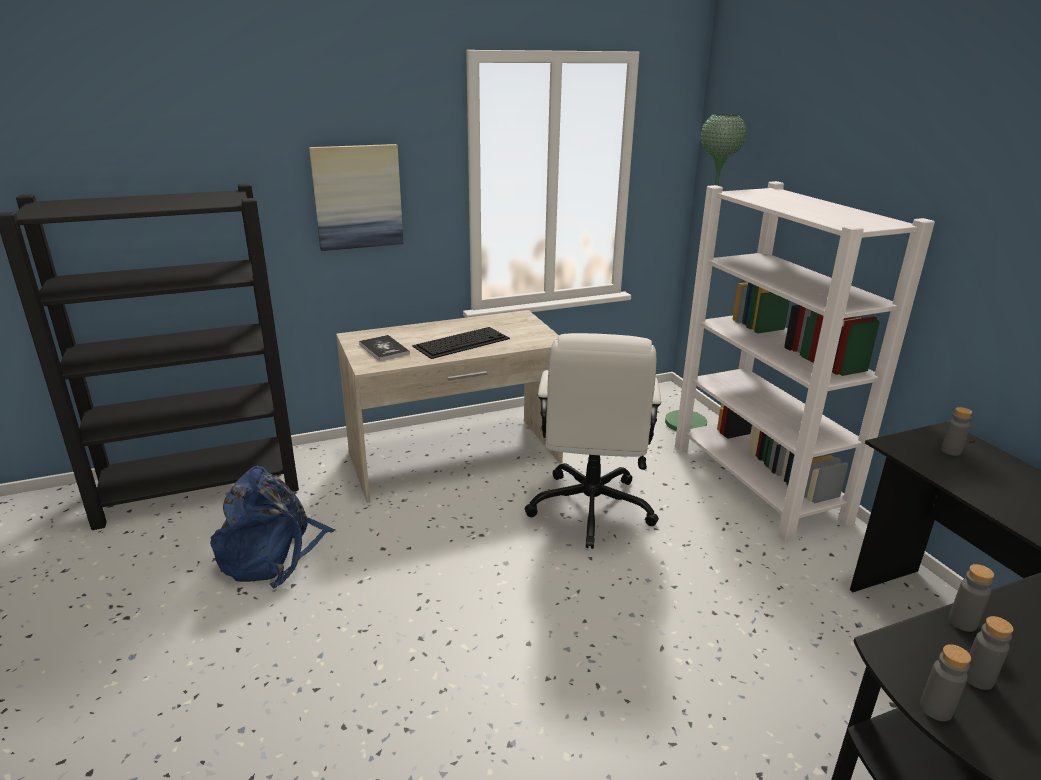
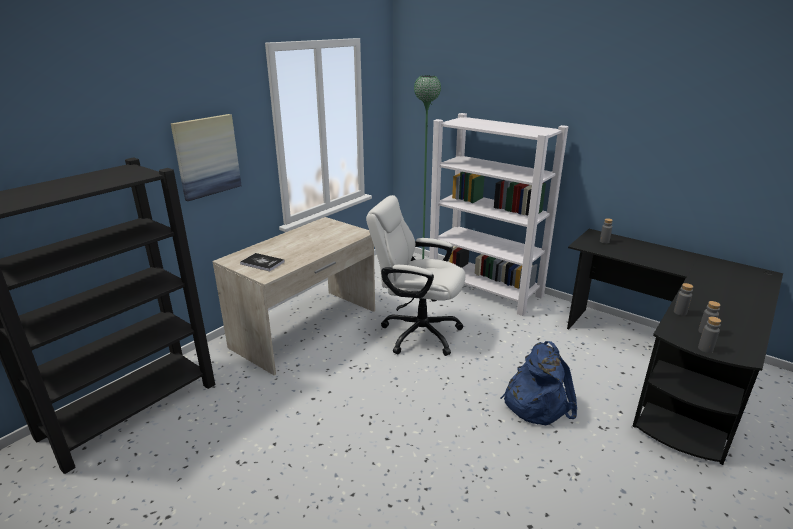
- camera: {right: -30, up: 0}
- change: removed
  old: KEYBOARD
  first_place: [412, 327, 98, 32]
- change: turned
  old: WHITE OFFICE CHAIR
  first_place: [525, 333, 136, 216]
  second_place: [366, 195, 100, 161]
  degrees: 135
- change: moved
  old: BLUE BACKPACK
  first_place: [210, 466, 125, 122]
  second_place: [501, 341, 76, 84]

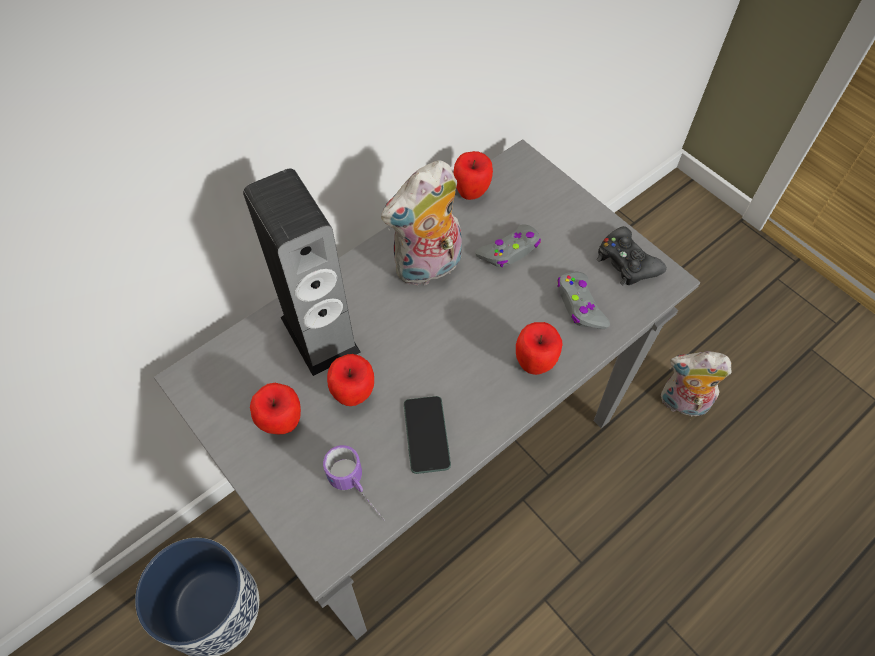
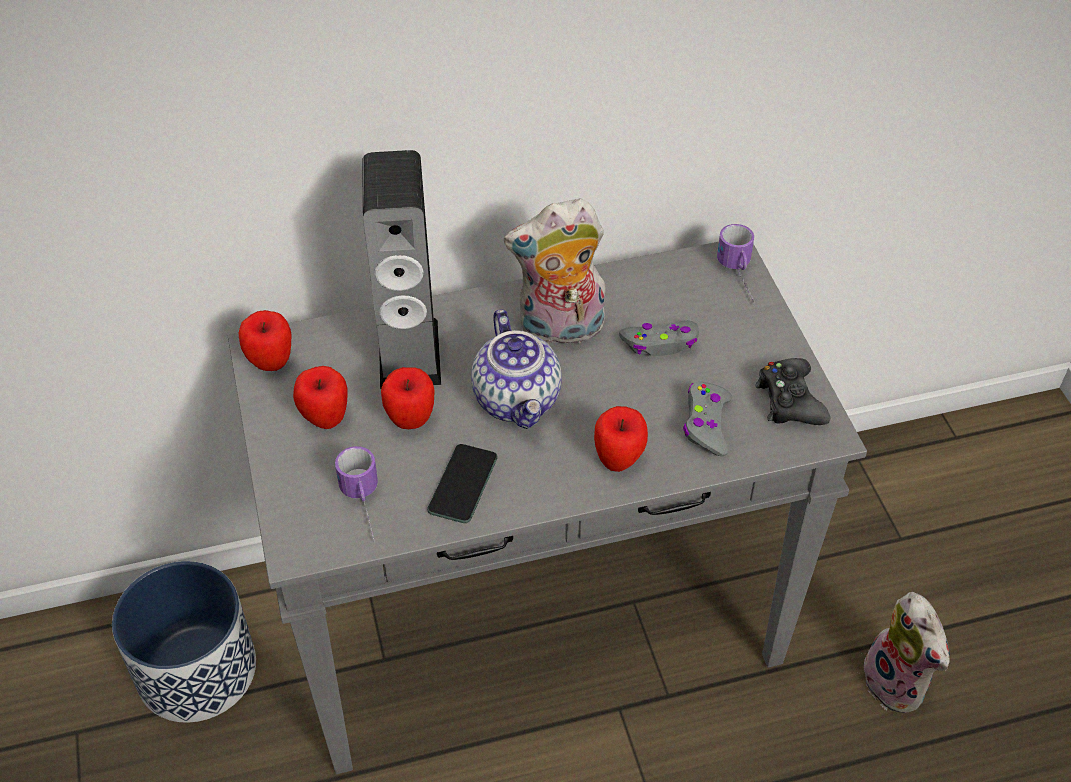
- camera: {right: 25, up: -10}
- change: moved
  old: APPLE
  first_place: [453, 151, 40, 49]
  second_place: [239, 310, 52, 61]
- change: turned
  old: PLUSH TOY
  first_place: [661, 351, 71, 66]
  second_place: [858, 592, 92, 121]
  degrees: -150
- change: added
  new: MUG
  second_place: [717, 224, 37, 80]
- change: added
  new: TEAPOT
  second_place: [471, 309, 91, 120]

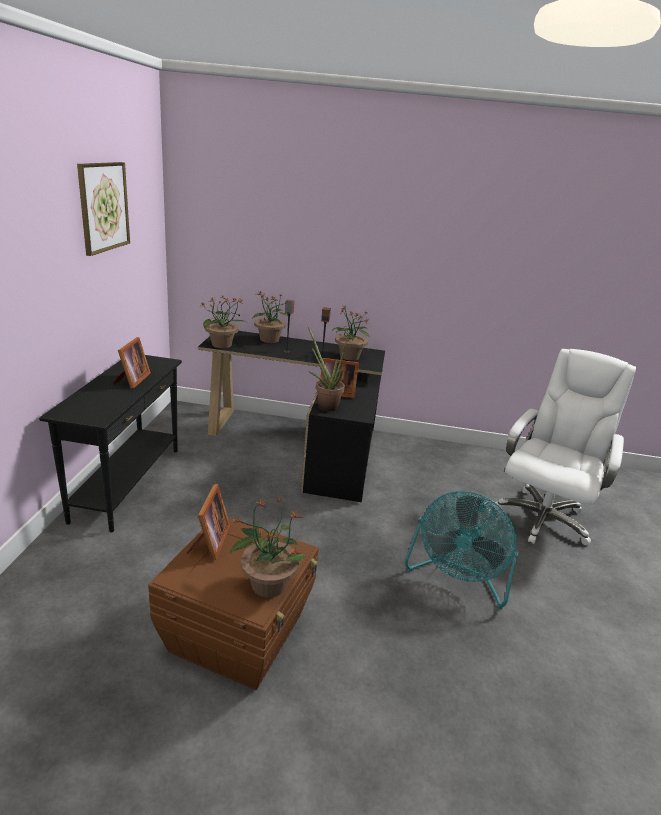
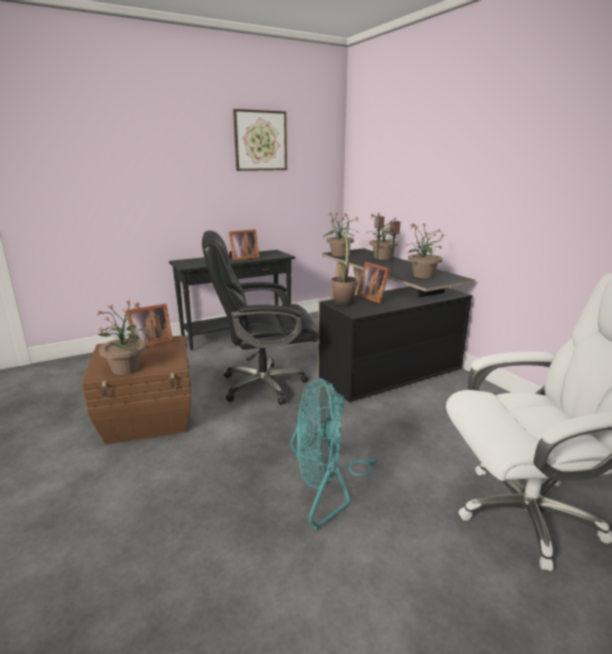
- camera: {right: 55, up: -5}
- change: added
  new: BLACK OFFICE CHAIR
  second_place: [202, 230, 117, 175]

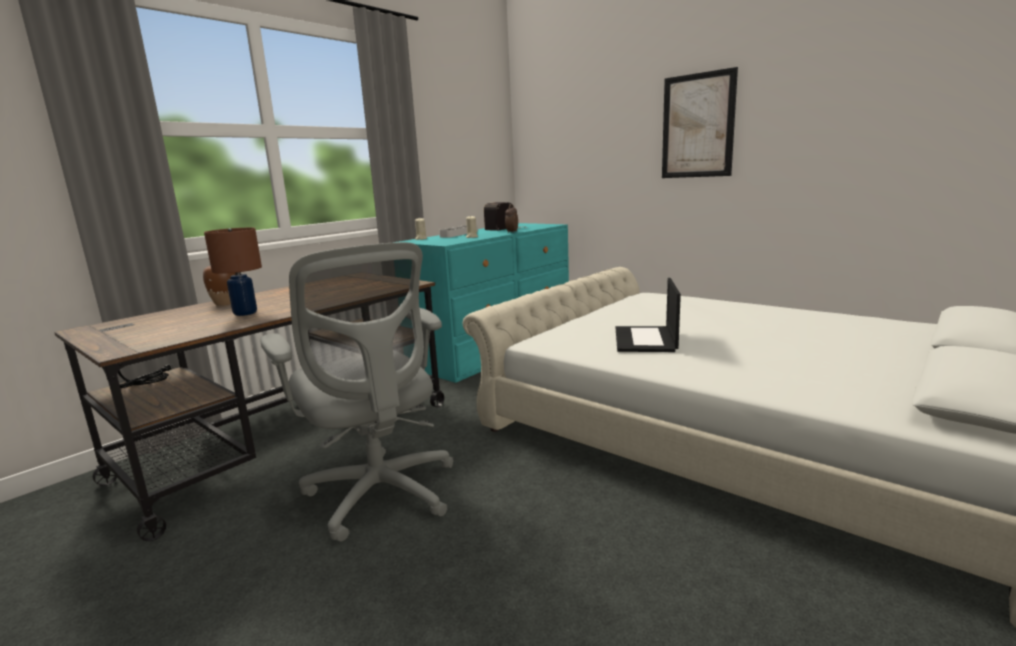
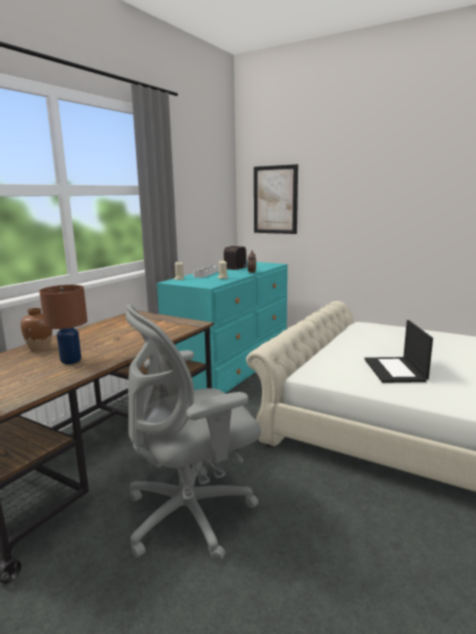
- camera: {right: -10, up: 0}
- change: moved
  old: PICTURE
  first_place: [662, 67, 76, 111]
  second_place: [254, 164, 44, 70]
- change: turned
  old: GREY OFFICE CHAIR
  first_place: [260, 242, 194, 300]
  second_place: [126, 304, 135, 258]
  degrees: 105

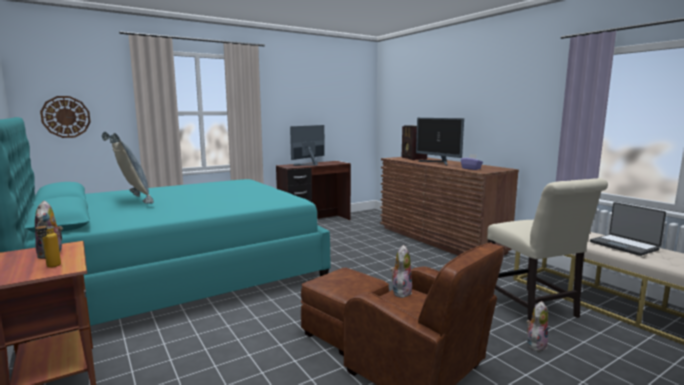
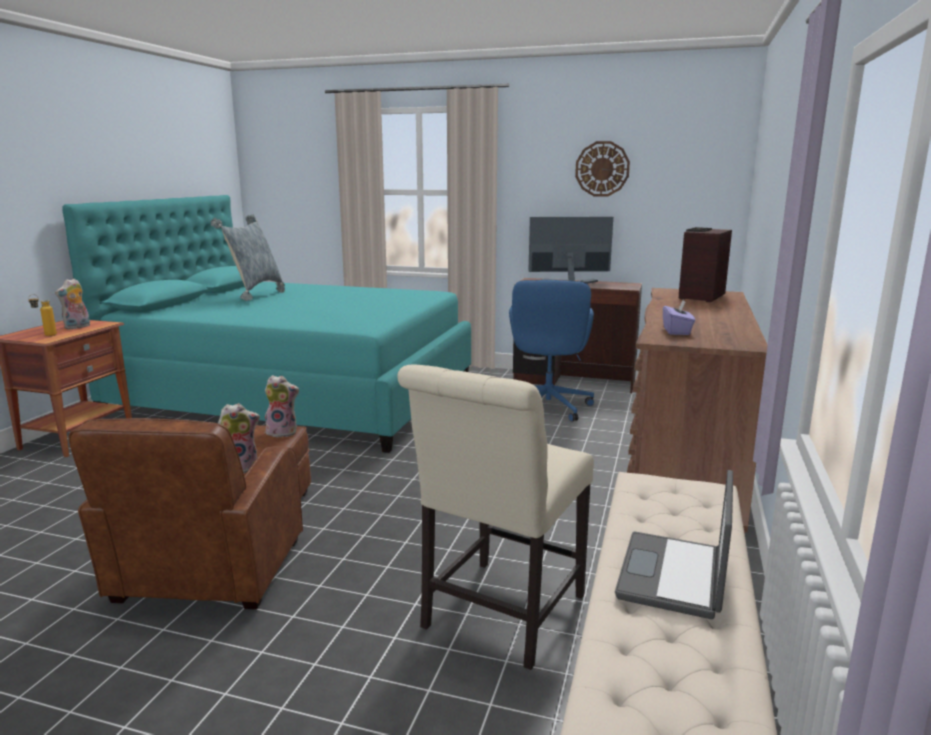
- camera: {right: 50, up: 5}
- change: moved
  old: WALL CLOCK
  first_place: [40, 96, 51, 42]
  second_place: [575, 141, 55, 56]
- change: removed
  old: MONITOR
  first_place: [416, 118, 48, 47]
- change: moved
  old: PLUSH TOY
  first_place: [526, 301, 22, 50]
  second_place: [264, 375, 35, 62]
- change: added
  new: BLUE OFFICE CHAIR
  second_place: [509, 280, 85, 142]

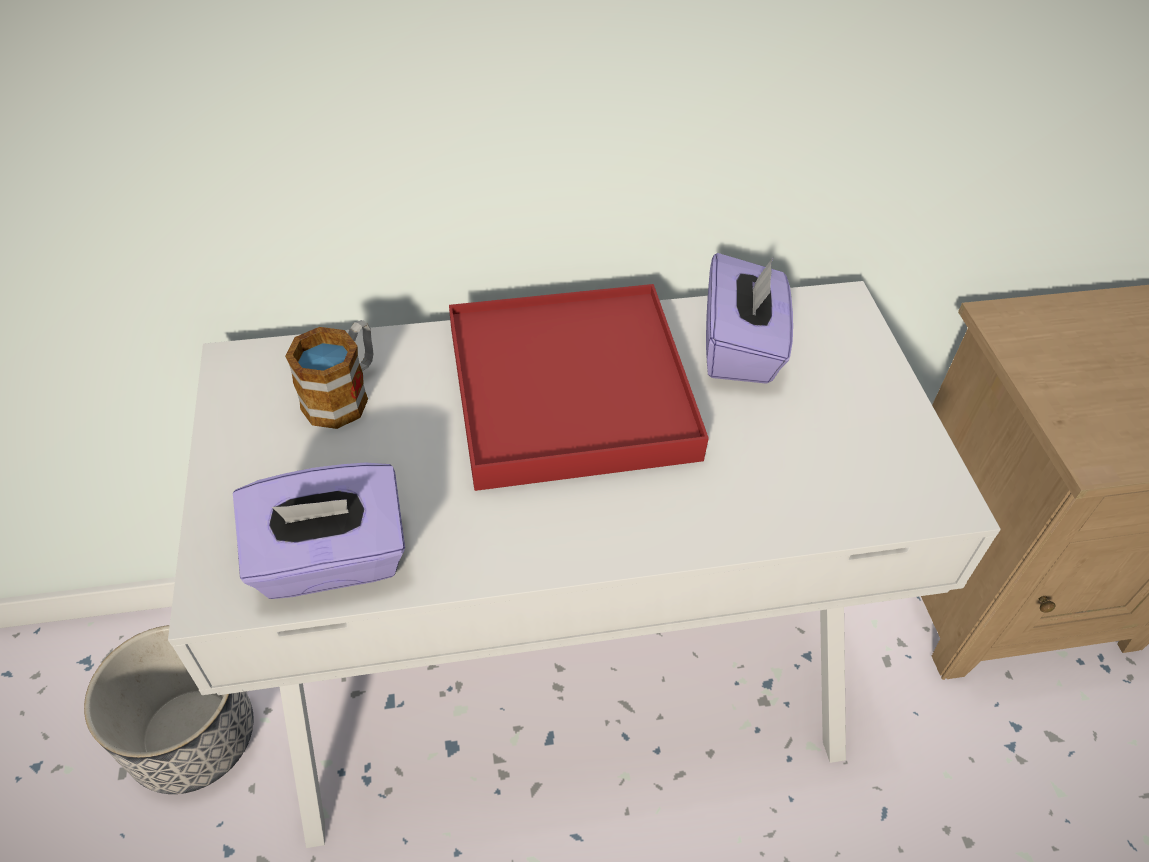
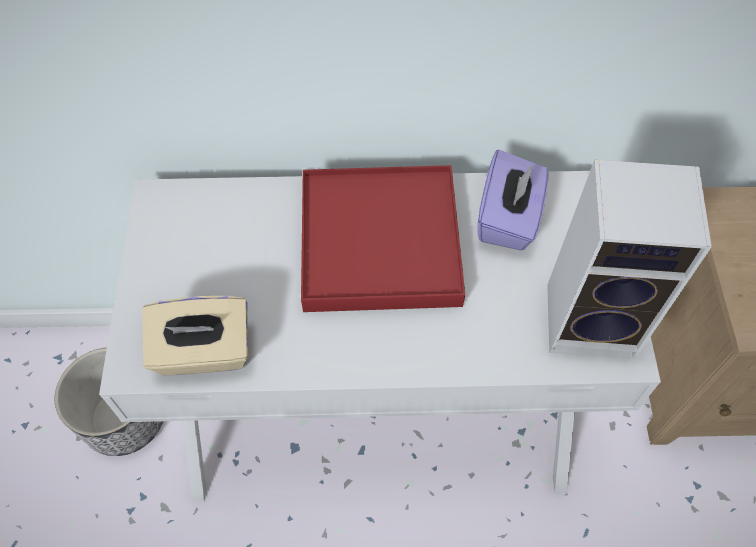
- camera: {right: 10, up: 10}
- change: removed
  old: MUG
  first_place: [285, 320, 88, 109]
- change: recoloured
  old: PURPLE TISSUE BOX
  new: BEIGE TISSUE BOX
  first_place: [233, 462, 172, 137]
  second_place: [142, 296, 106, 79]
- change: added
  new: SPEAKER
  second_place: [547, 160, 165, 199]

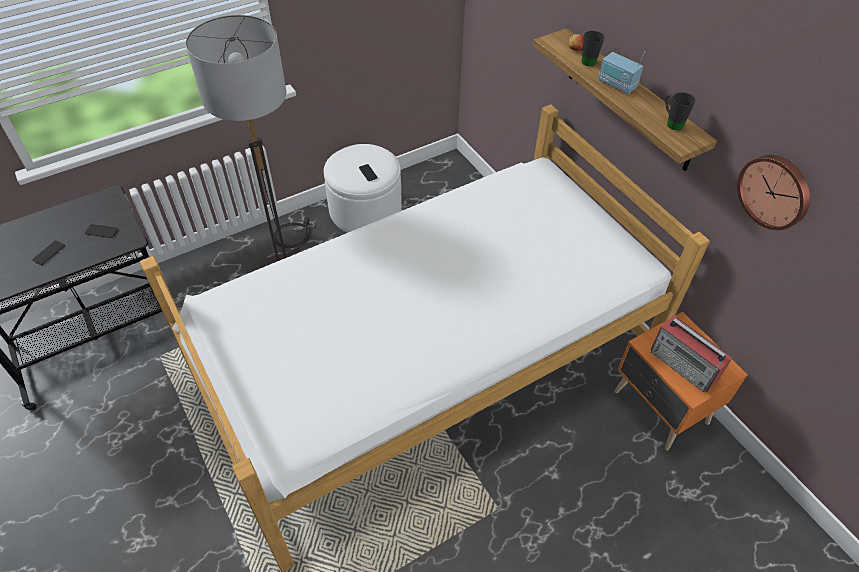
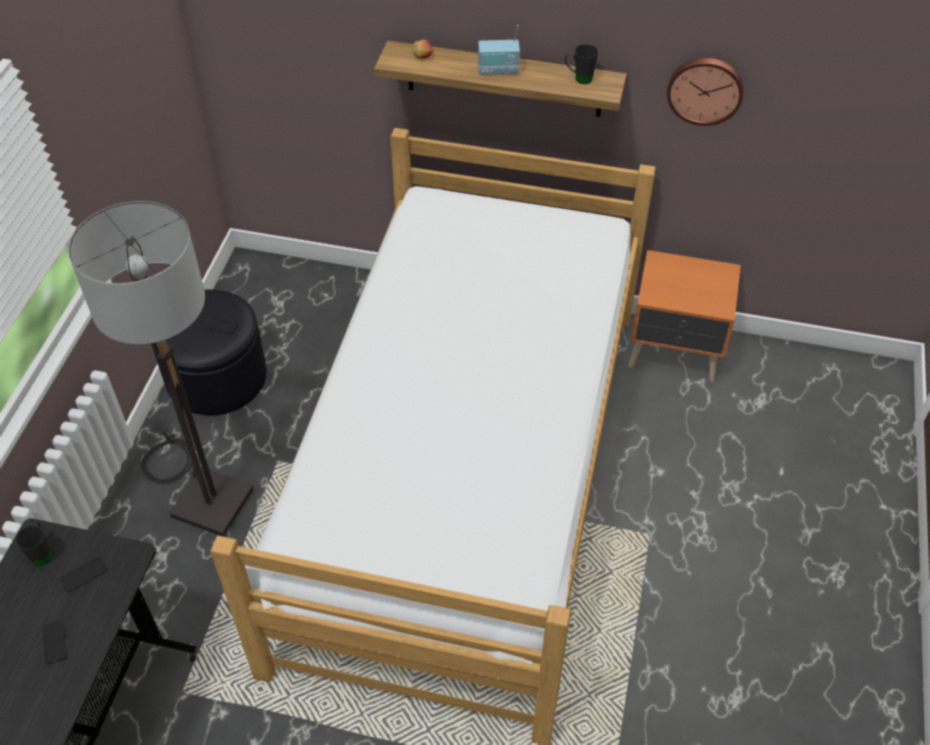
- camera: {right: -45, up: 0}
- change: moved
  old: BLACK MUG
  first_place: [581, 31, 24, 35]
  second_place: [15, 522, 37, 45]
- change: recoloured
  old: WHITE OTTOMAN
  new: BLACK OTTOMAN
  first_place: [324, 144, 78, 89]
  second_place: [151, 289, 116, 126]
- change: removed
  old: RADIO
  first_place: [651, 316, 81, 76]

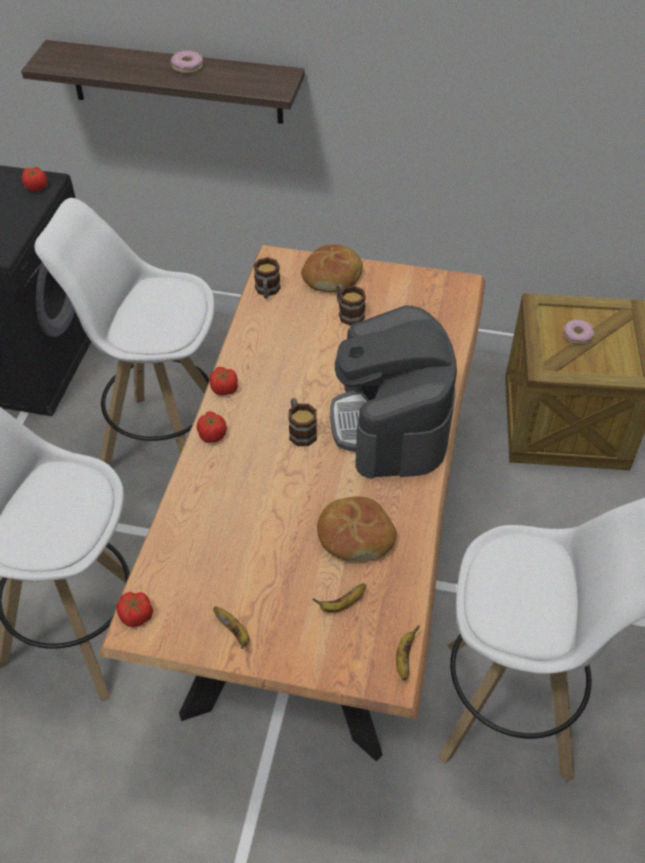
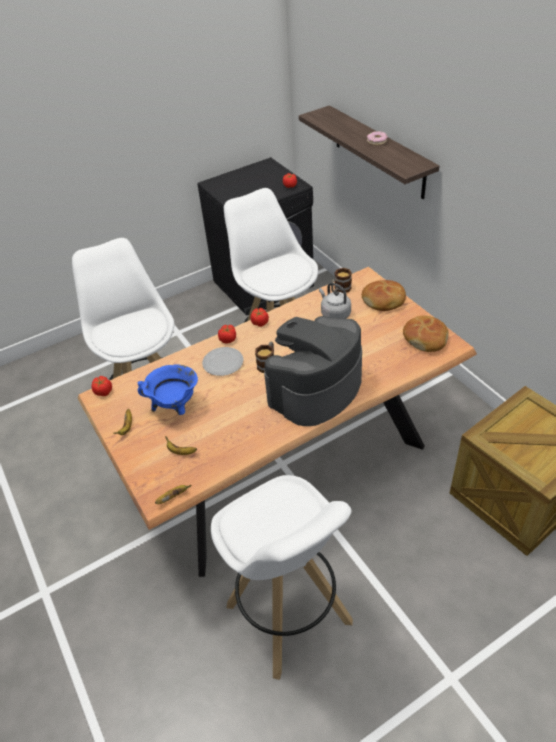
- camera: {right: 50, up: -5}
- change: removed
  old: MUG
  first_place: [336, 284, 30, 42]
- change: removed
  old: DONUT
  first_place: [563, 320, 31, 25]
- change: moved
  old: BREAD
  first_place: [317, 496, 80, 66]
  second_place: [403, 315, 46, 37]
- change: added
  new: GREY KETTLE
  second_place: [319, 282, 32, 37]
- change: added
  new: PLATE
  second_place: [202, 347, 42, 29]
- change: added
  new: BLUE COOKING POT
  second_place: [138, 364, 60, 51]

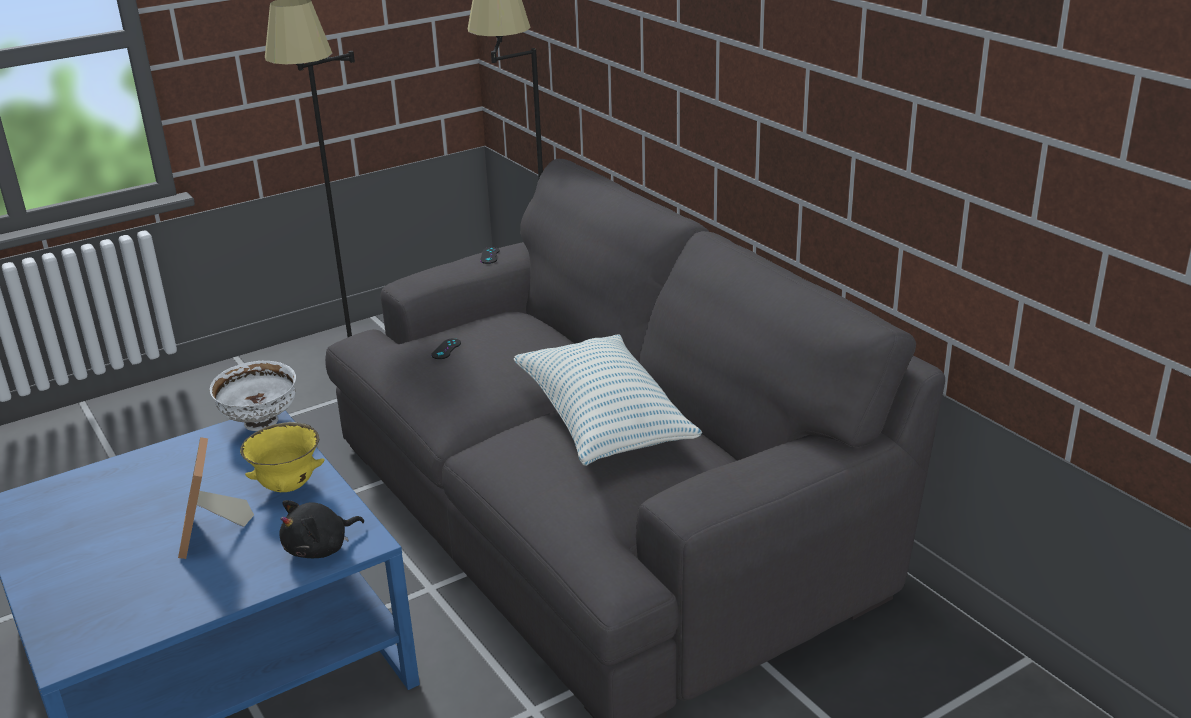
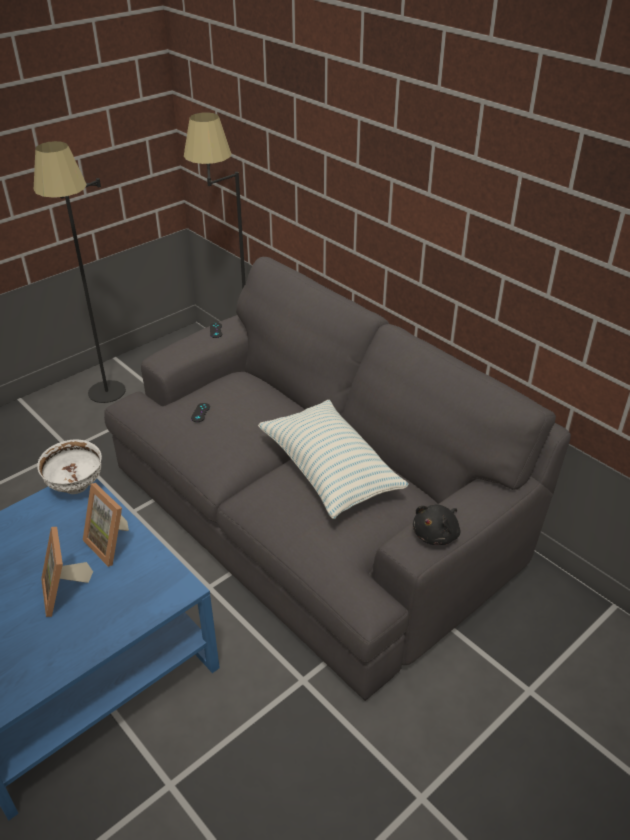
- camera: {right: -10, up: 10}
- change: replaced
  old: YELLOW BOWL
  new: PICTURE FRAME
  first_place: [240, 422, 85, 70]
  second_place: [83, 483, 46, 84]
- change: moved
  old: BLACK PLUSH TOY
  first_place: [279, 500, 85, 58]
  second_place: [413, 504, 47, 41]

